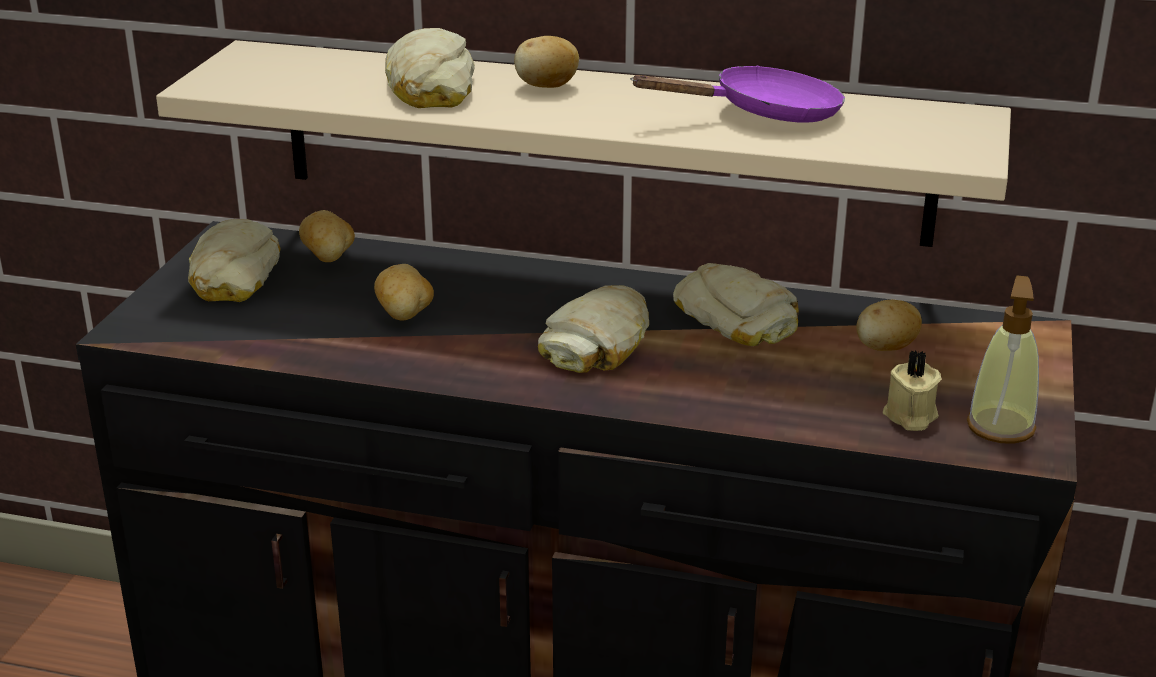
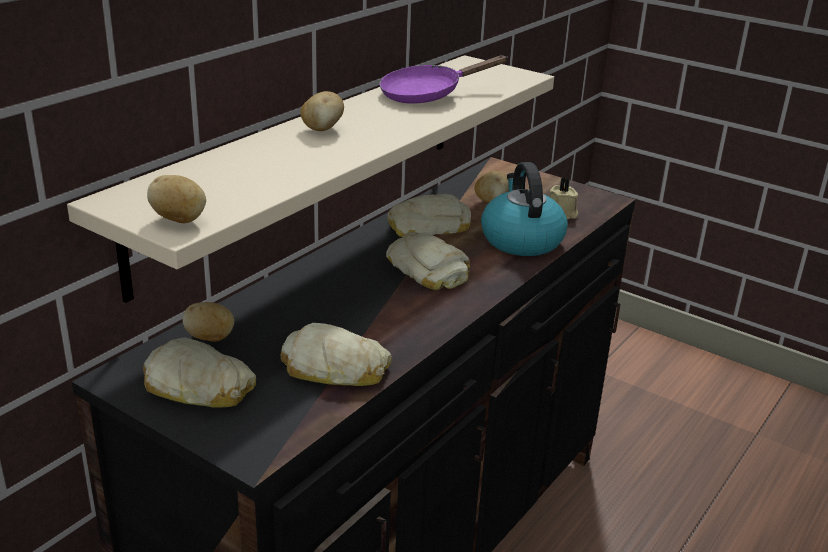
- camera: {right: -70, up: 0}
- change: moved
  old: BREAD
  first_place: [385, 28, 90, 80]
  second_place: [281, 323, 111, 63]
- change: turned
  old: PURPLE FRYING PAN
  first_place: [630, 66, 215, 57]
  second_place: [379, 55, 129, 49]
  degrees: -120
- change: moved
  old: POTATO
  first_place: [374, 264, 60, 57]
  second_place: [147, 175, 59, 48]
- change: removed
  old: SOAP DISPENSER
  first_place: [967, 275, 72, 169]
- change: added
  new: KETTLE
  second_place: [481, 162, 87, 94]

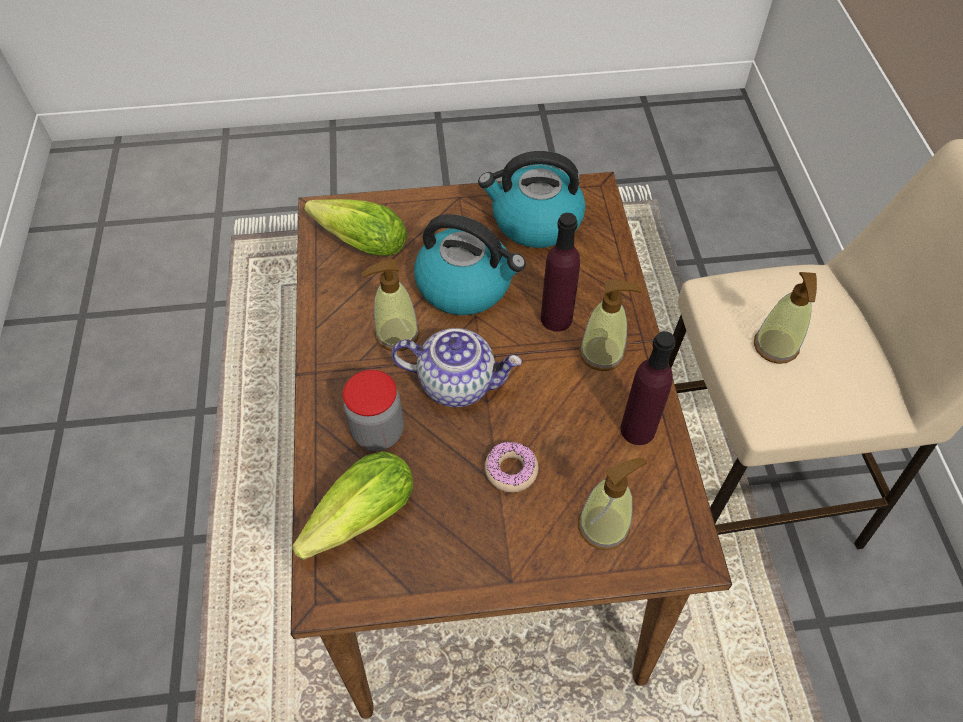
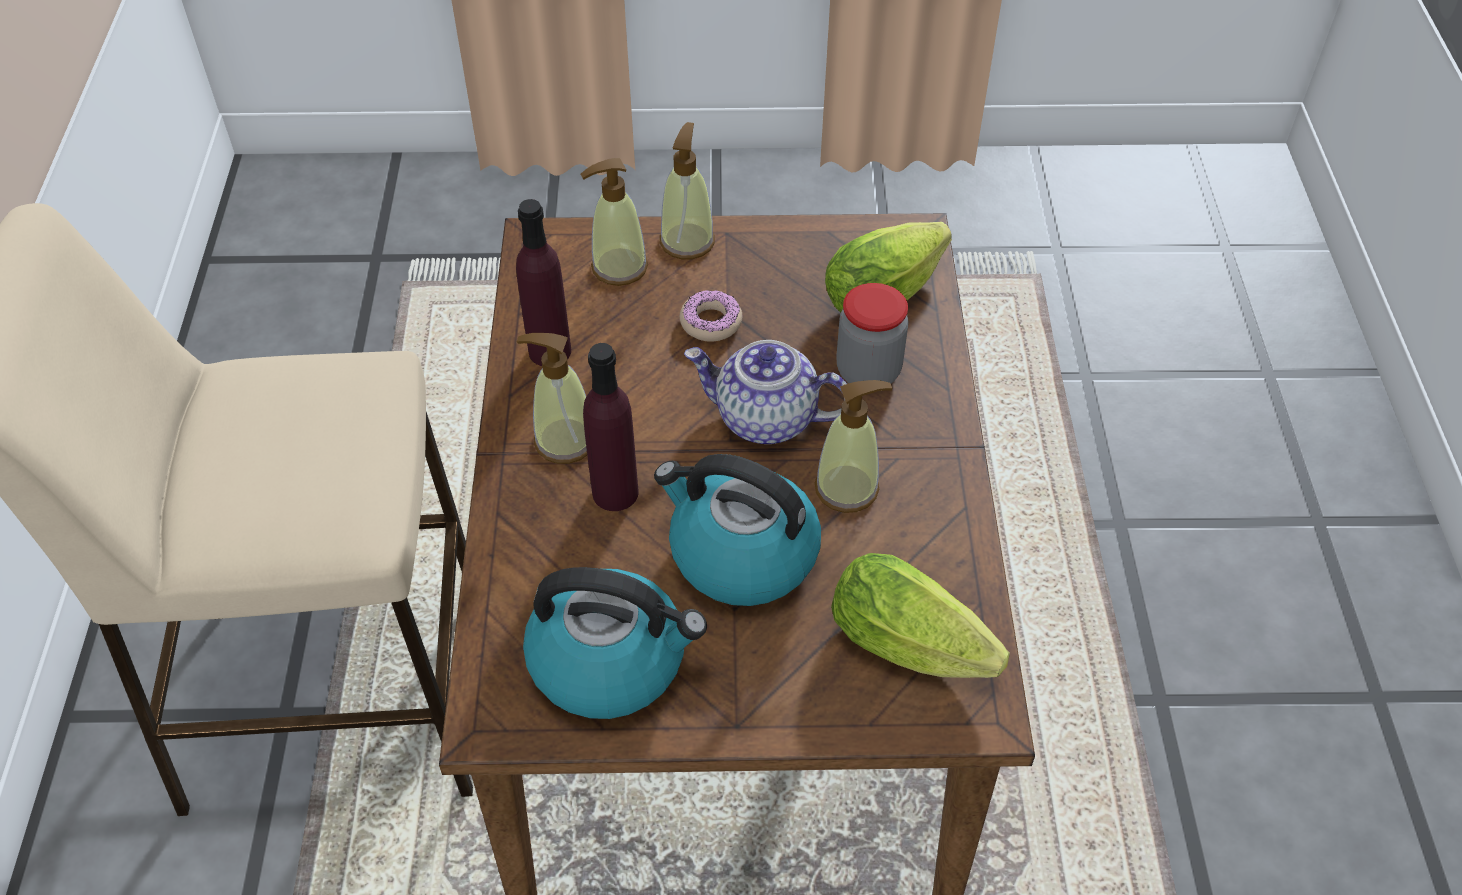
- camera: {right: -175, up: -5}
- change: moved
  old: SOAP DISPENSER
  first_place: [754, 272, 63, 92]
  second_place: [660, 122, 55, 137]

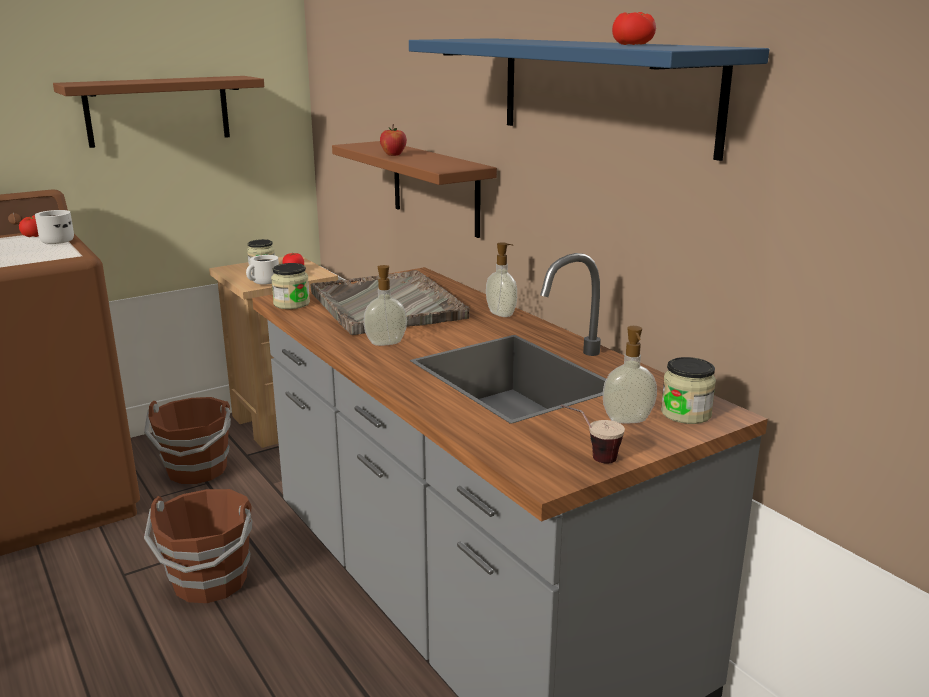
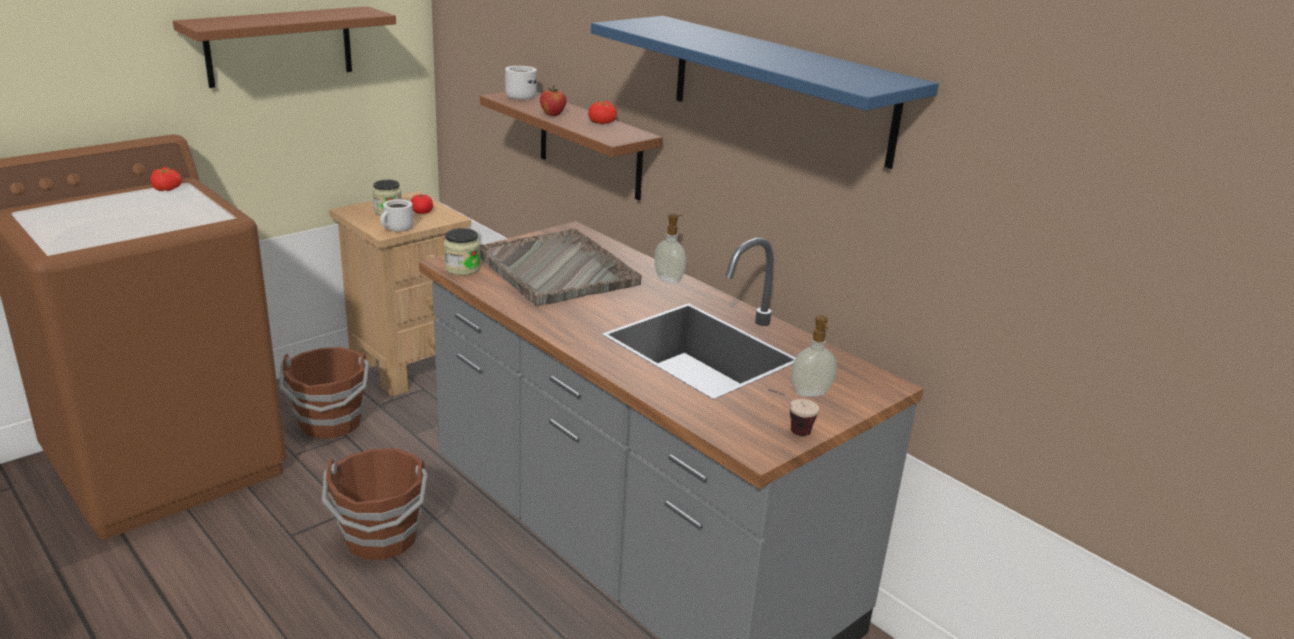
- camera: {right: -10, up: 5}
- change: moved
  old: TOMATO
  first_place: [612, 12, 44, 33]
  second_place: [588, 101, 29, 23]
- change: moved
  old: WHITE MUG
  first_place: [35, 210, 39, 34]
  second_place: [505, 66, 32, 33]
- change: removed
  old: SOAP DISPENSER
  first_place: [363, 265, 44, 81]
- change: removed
  old: JAR
  first_place: [661, 357, 55, 67]

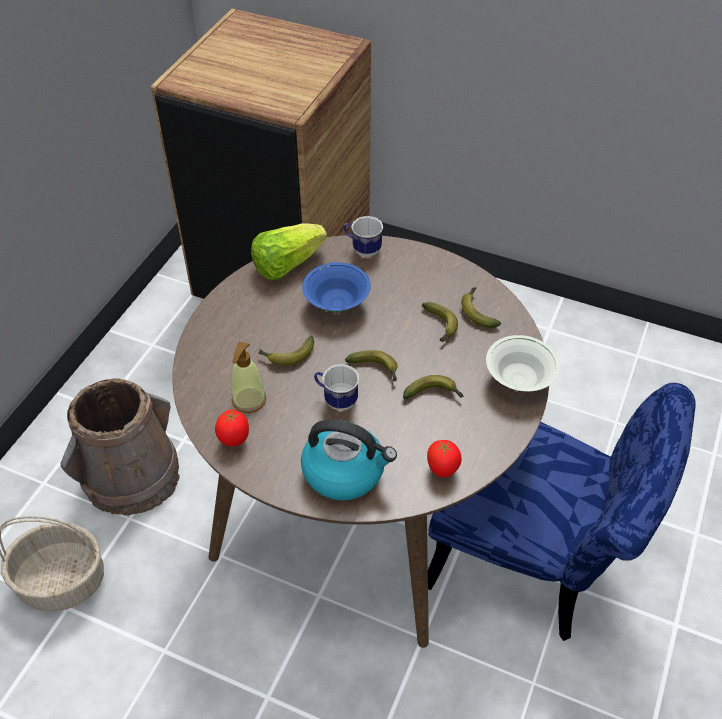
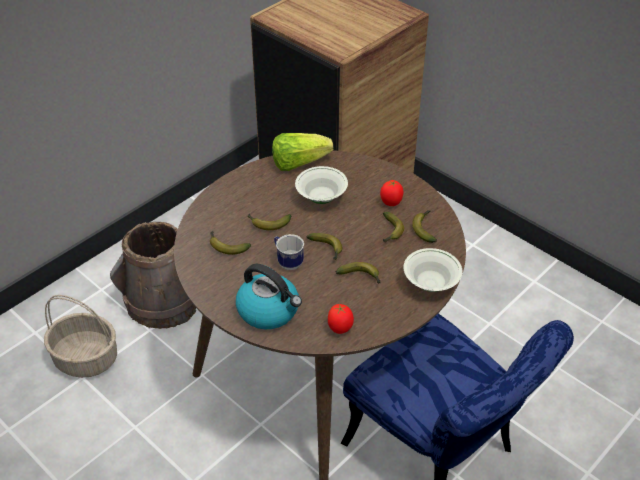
- camera: {right: 20, up: -5}
- change: removed
  old: MUG
  first_place: [344, 216, 39, 41]
- change: recoloured
  old: BLUE BOWL
  new: WHITE BOWL
  first_place: [302, 262, 69, 51]
  second_place: [295, 166, 53, 38]
- change: replaced
  old: SOAP DISPENSER
  new: BANANA
  first_place: [231, 342, 36, 71]
  second_place: [210, 231, 41, 24]
- change: moved
  old: TOMATO
  first_place: [215, 409, 34, 38]
  second_place: [380, 180, 24, 26]

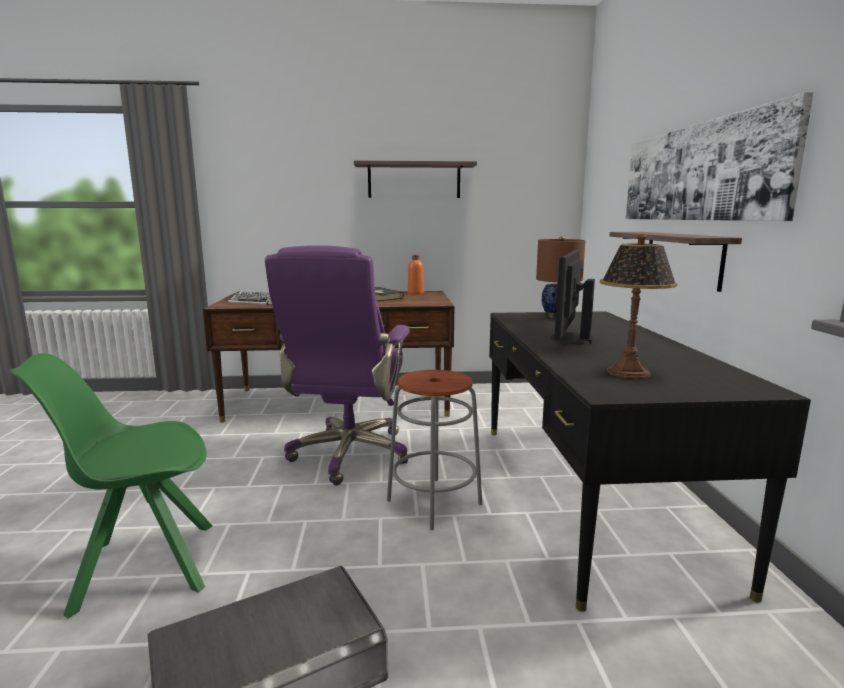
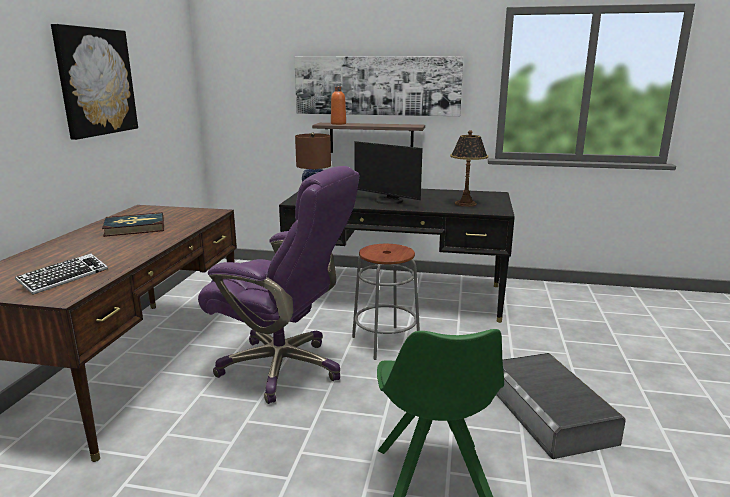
- camera: {right: -75, up: 5}
- change: replaced
  old: SHELF
  new: PICTURE
  first_place: [354, 160, 123, 38]
  second_place: [51, 24, 87, 116]
- change: moved
  old: ORANGE BOTTLE
  first_place: [408, 255, 16, 39]
  second_place: [331, 86, 15, 39]

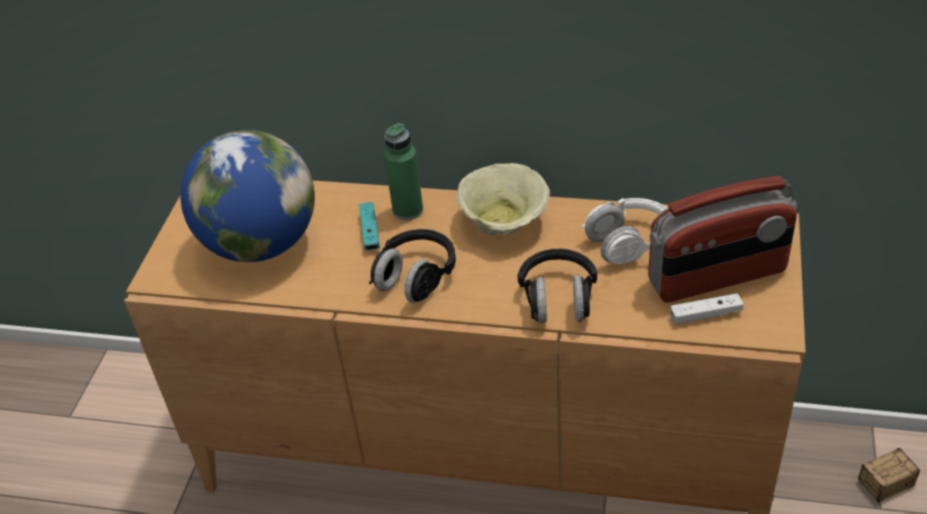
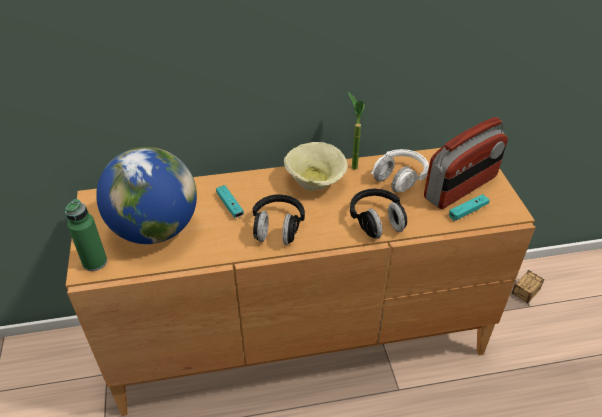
- camera: {right: -25, up: 0}
- change: moved
  old: GREEN BOTTLE
  first_place: [384, 123, 39, 97]
  second_place: [65, 199, 42, 72]
- change: recoloured
  old: WHITE GAME CONTROLLER
  new: TURQUOISE GAME CONTROLLER
  first_place: [671, 293, 72, 31]
  second_place: [449, 194, 41, 27]
- change: added
  new: POTTED PLANT
  second_place: [348, 92, 16, 78]

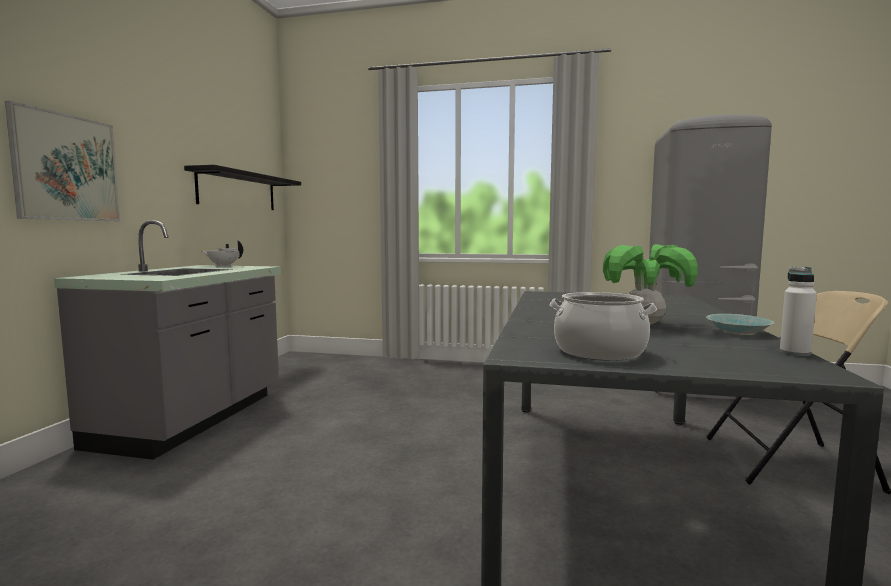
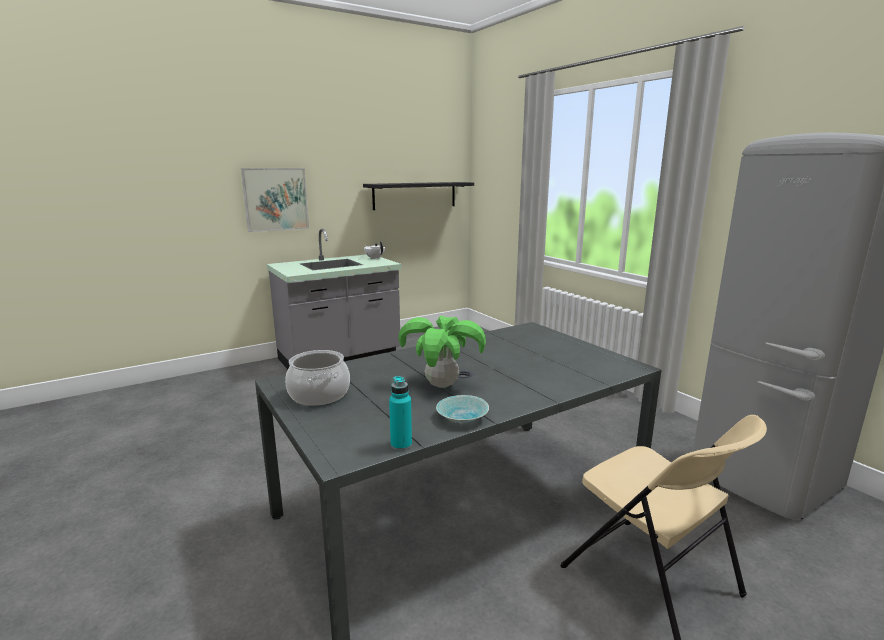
- camera: {right: 45, up: 10}
- change: recoloured
  old: WHITE BOTTLE
  new: TURQUOISE BOTTLE
  first_place: [780, 266, 37, 90]
  second_place: [389, 376, 23, 75]

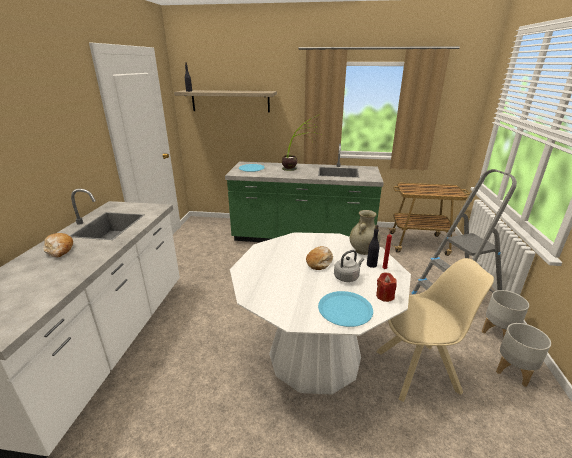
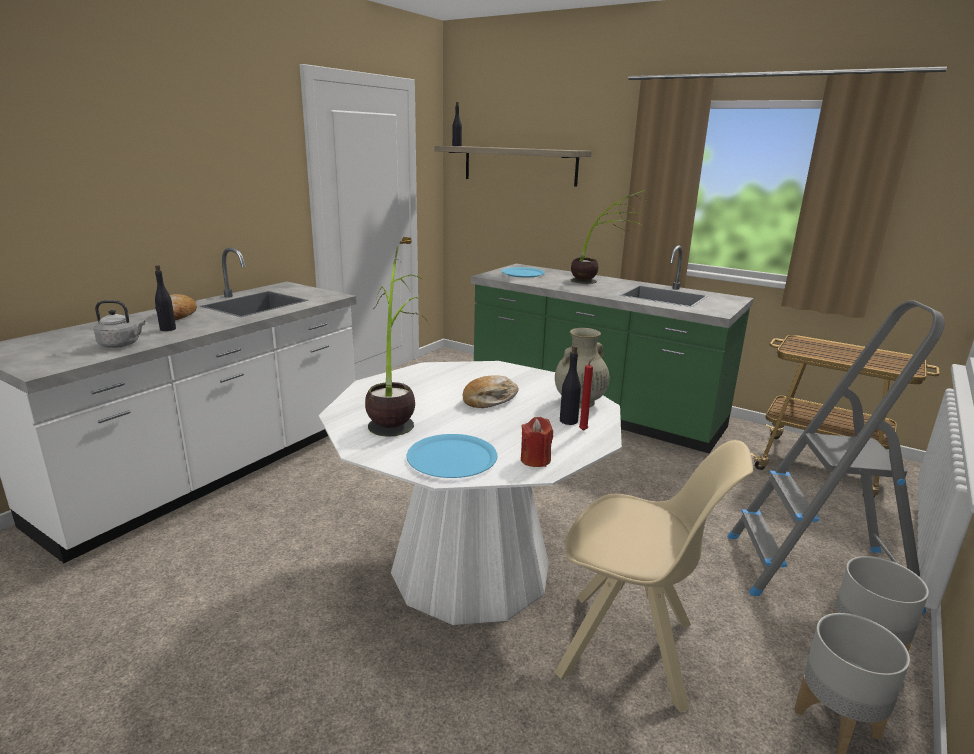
- camera: {right: 25, up: -5}
- change: moved
  old: GREY KETTLE
  first_place: [334, 250, 30, 32]
  second_place: [94, 300, 51, 48]
- change: added
  new: POTTED PLANT
  second_place: [365, 246, 64, 191]
- change: added
  new: BLACK BOTTLE
  second_place: [155, 265, 21, 66]

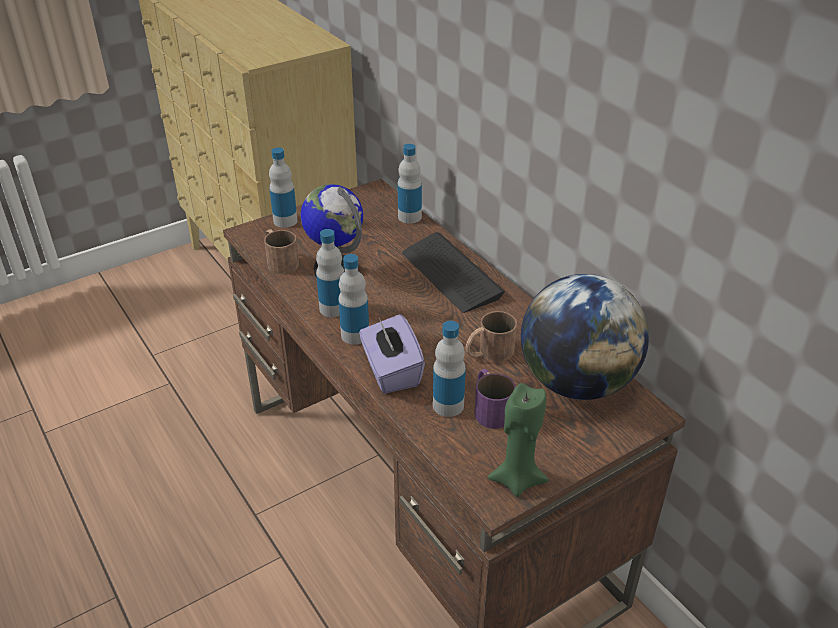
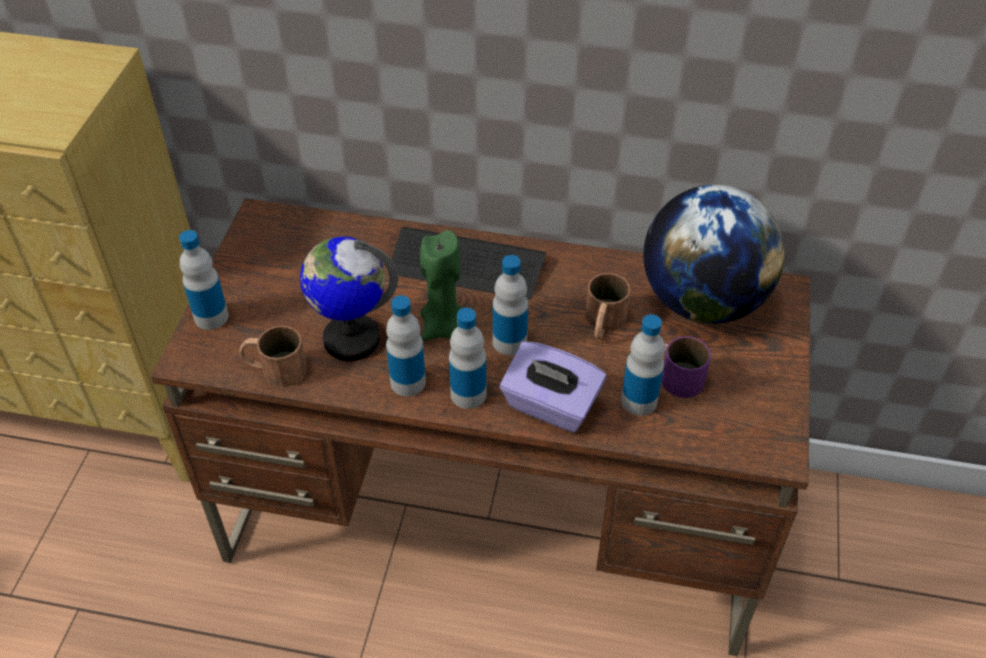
- camera: {right: -45, up: 10}
- change: moved
  old: BOTTLE
  first_place: [398, 144, 24, 80]
  second_place: [493, 255, 35, 100]
- change: moved
  old: GREEN CANDLE
  first_place: [488, 383, 61, 114]
  second_place: [420, 230, 44, 111]

